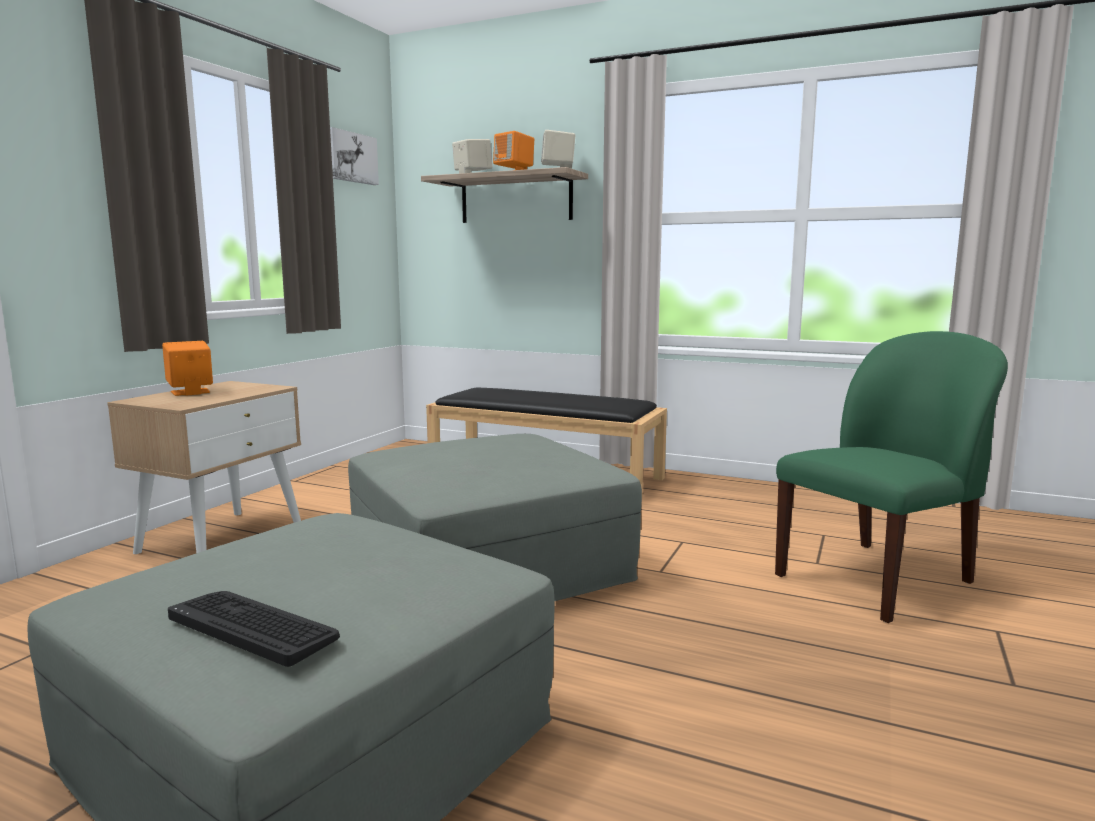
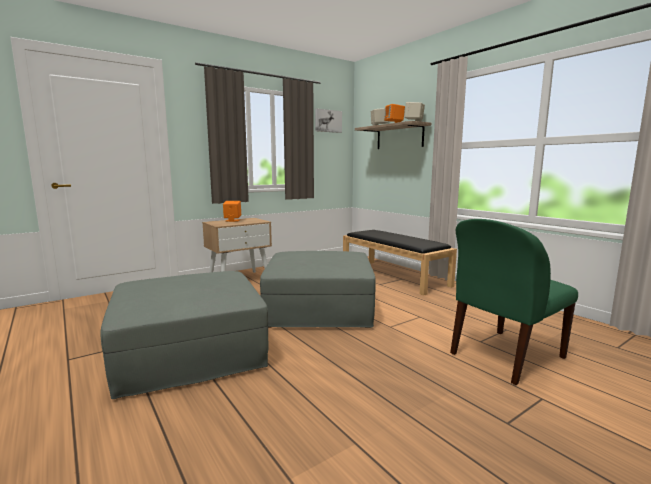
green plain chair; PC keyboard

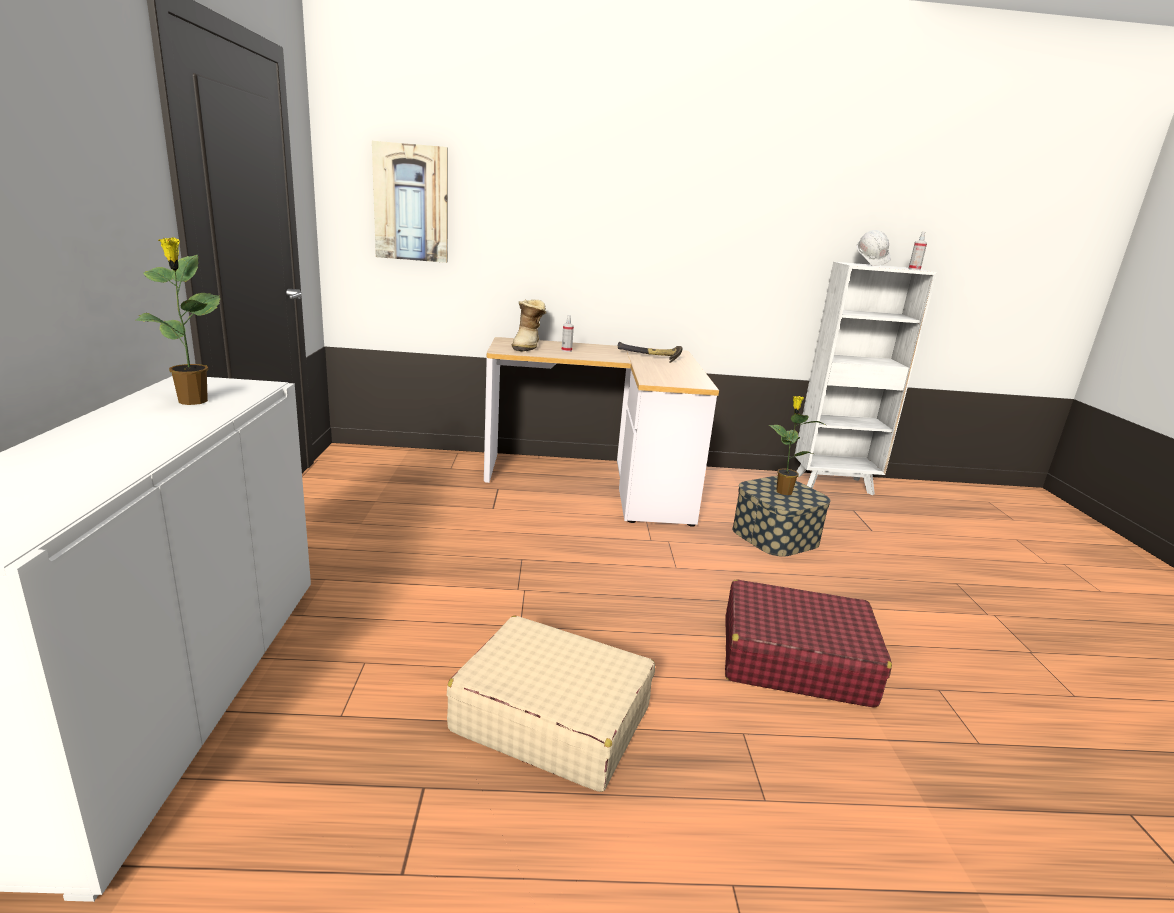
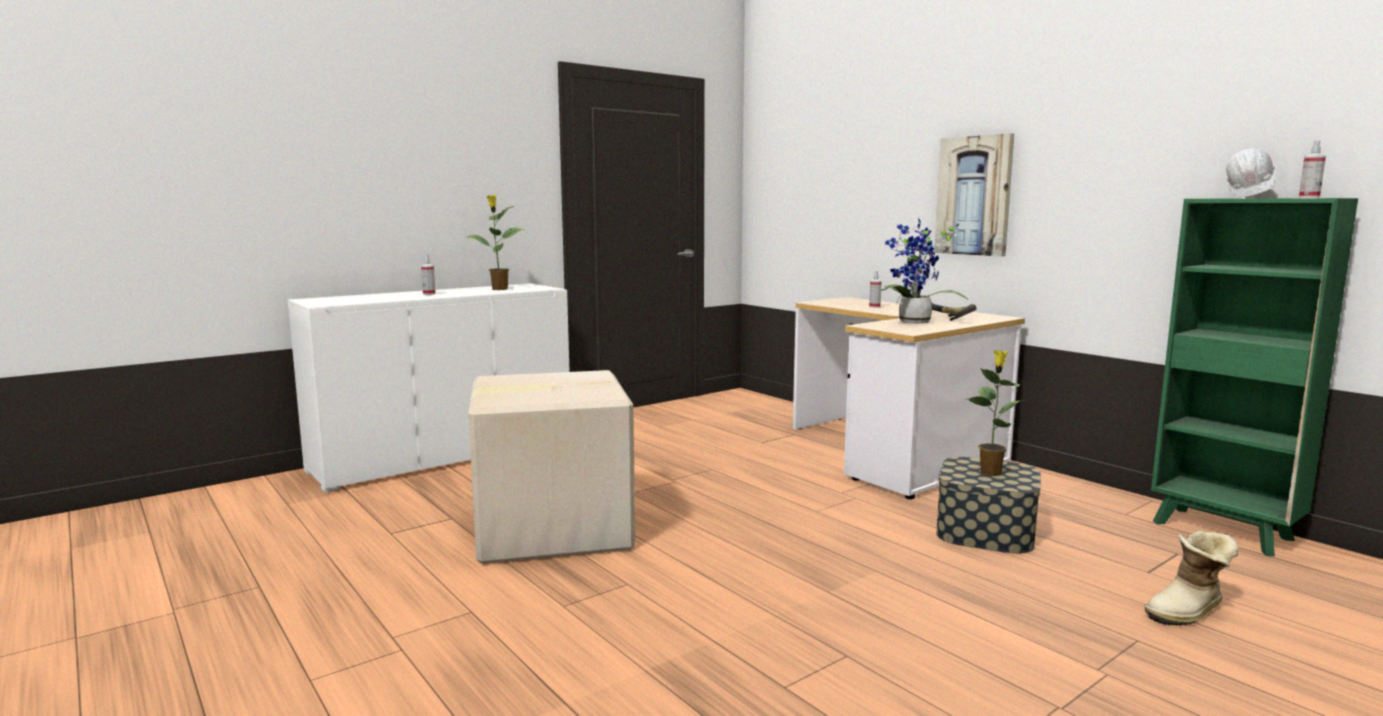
picture; green shelving unit; tall boot; red suitcase; carton; potted plant (2nd from left); hand sprayer (1st from left)

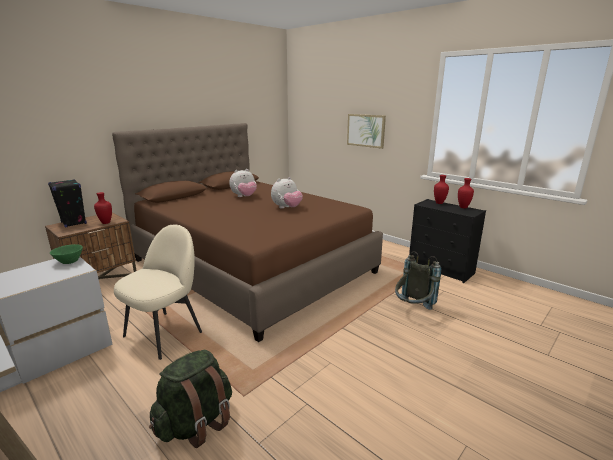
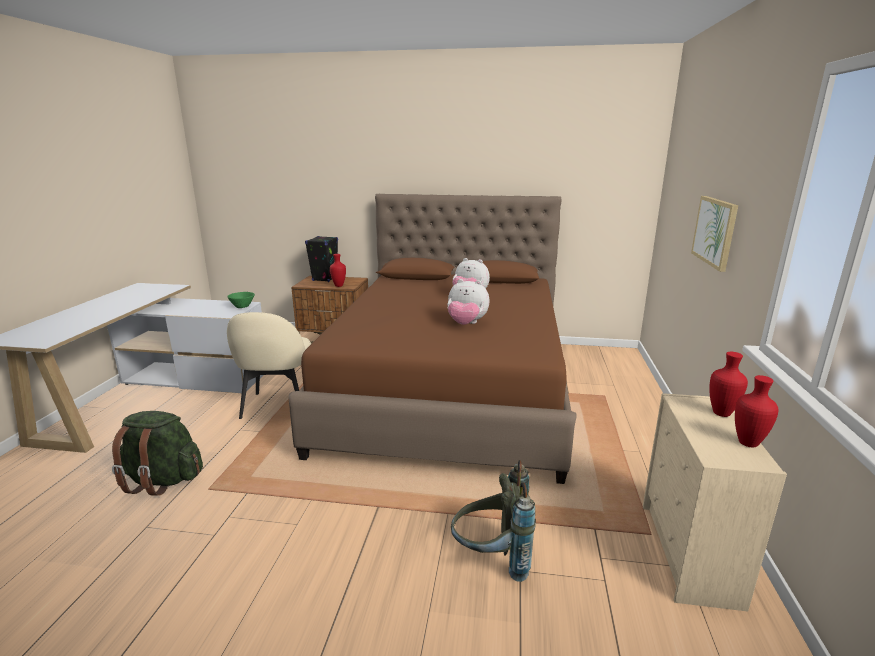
sand-coloured chest of drawers; sand-coloured plain chair

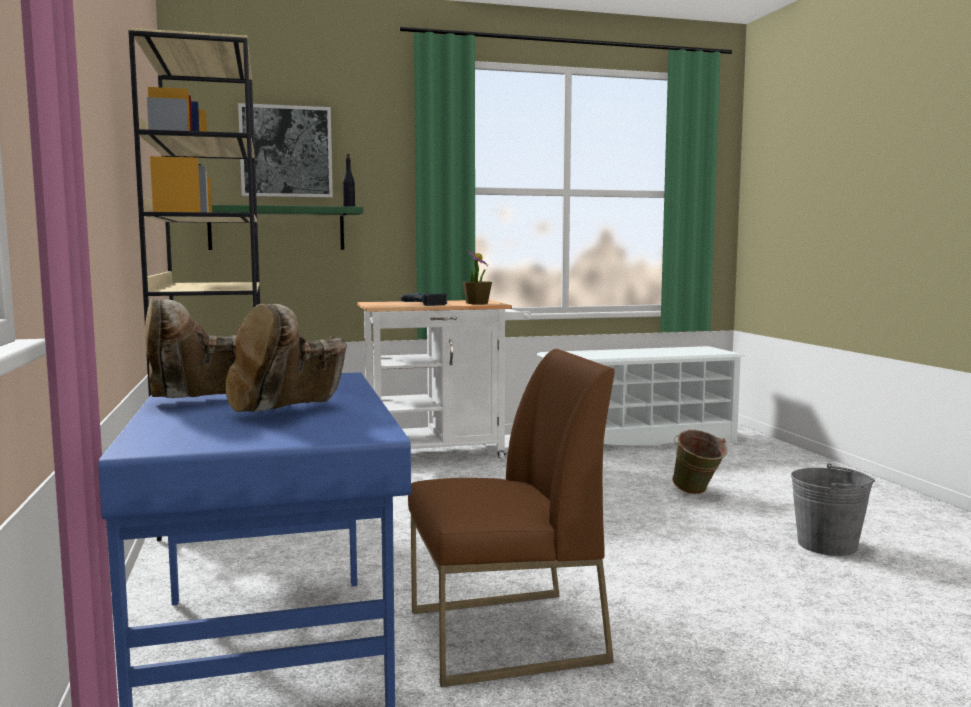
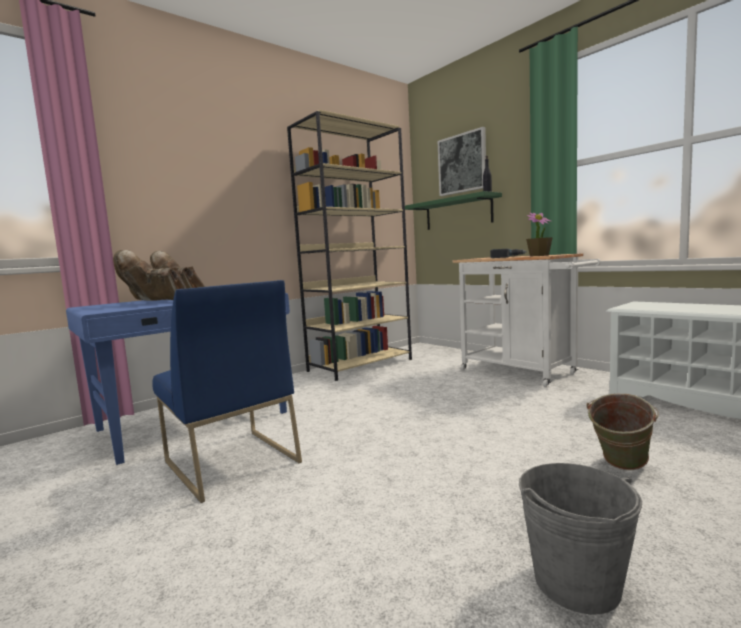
blue-coloured plain chair

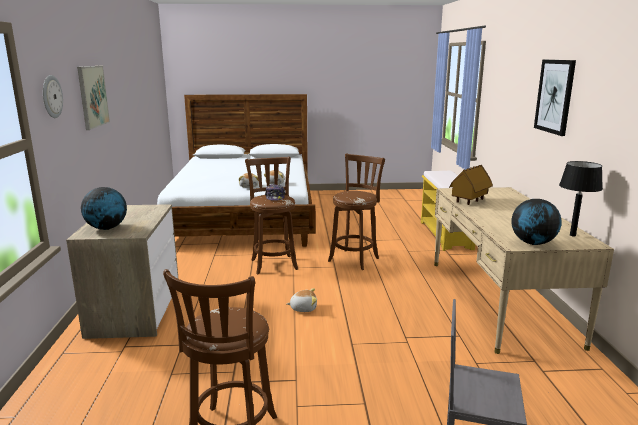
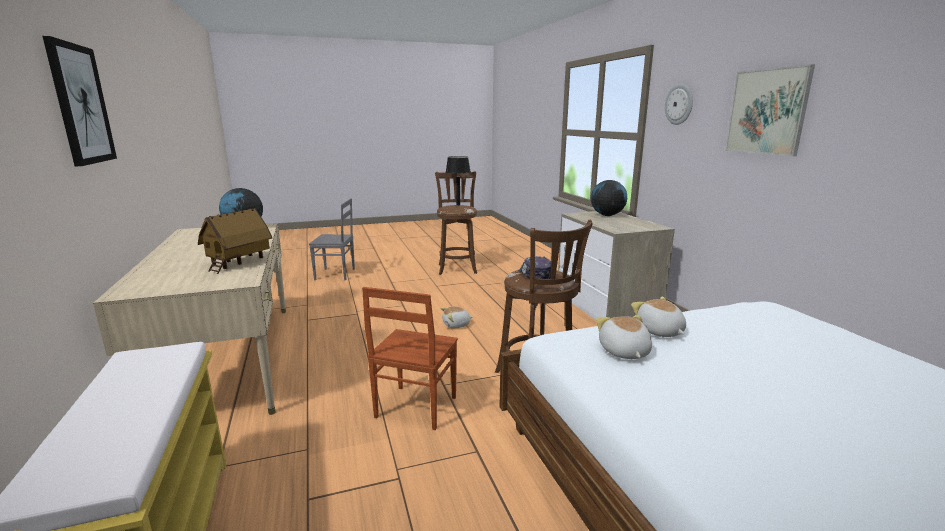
brown plain chair; black tabletop lamp

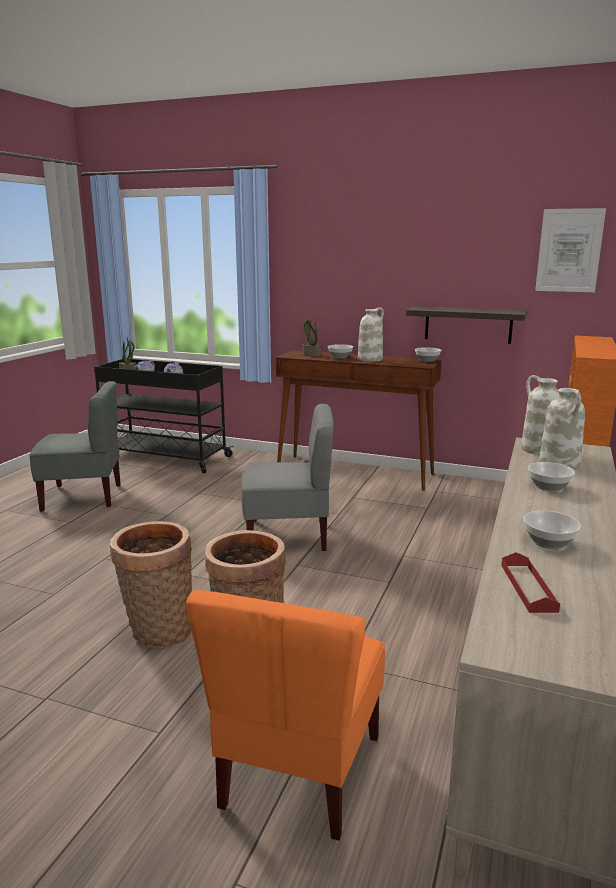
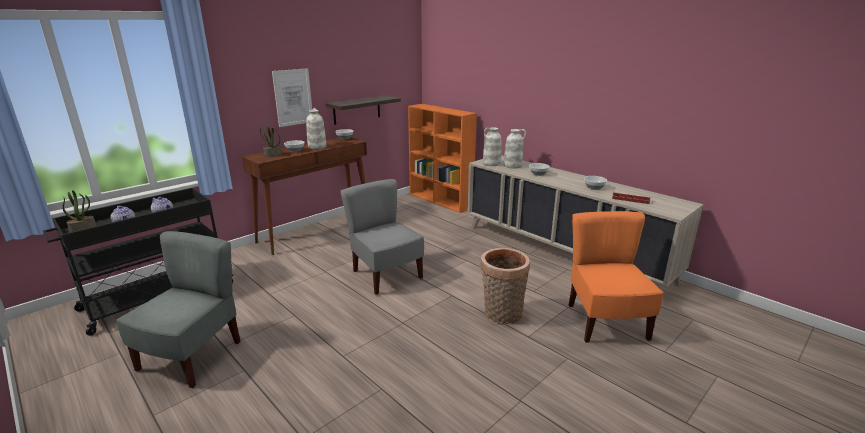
picture; greyish plain chair (2nd from left); storage basket (1st from left in the first image); orange-coloured plain chair

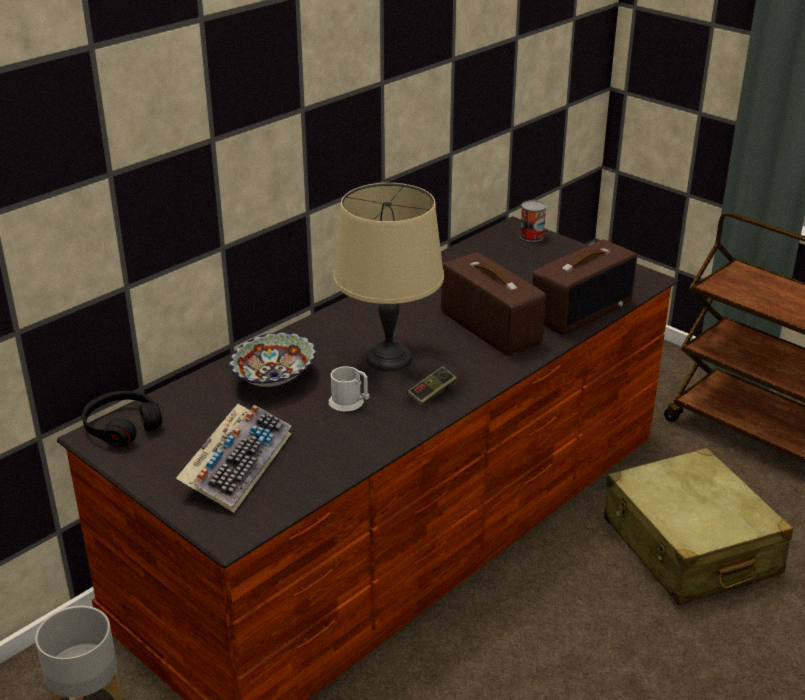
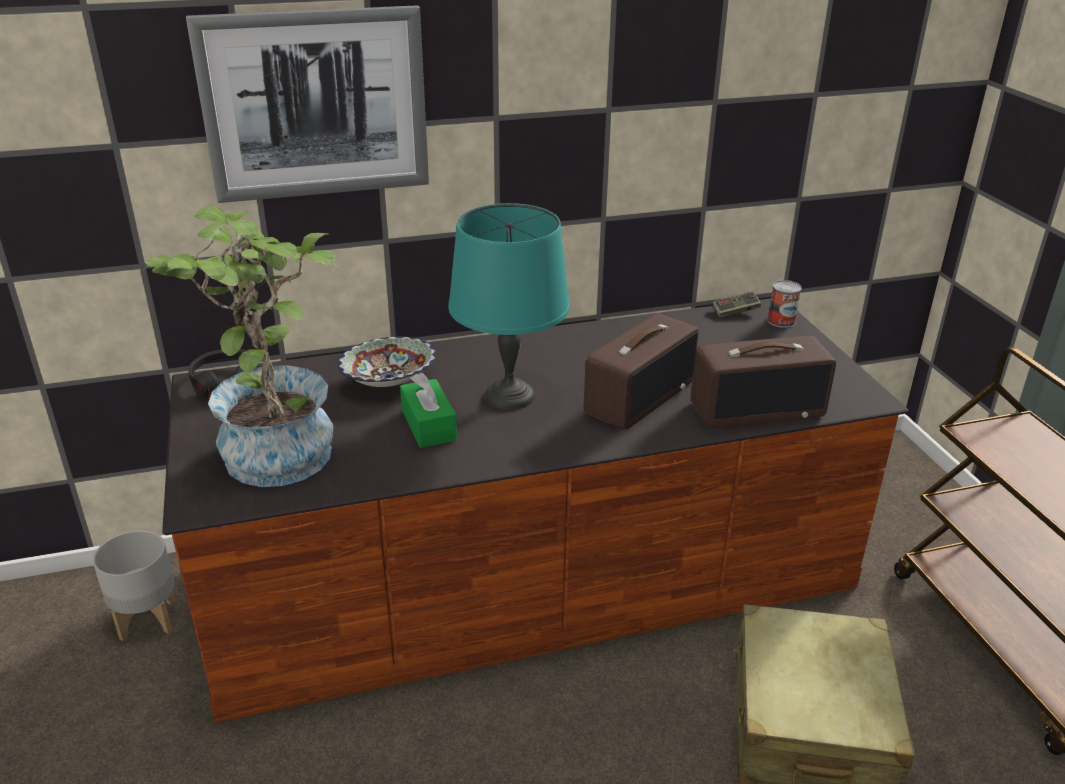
blue-green tabletop lamp; radio set (1st from left); green tissue box; joypad; potted plant; picture

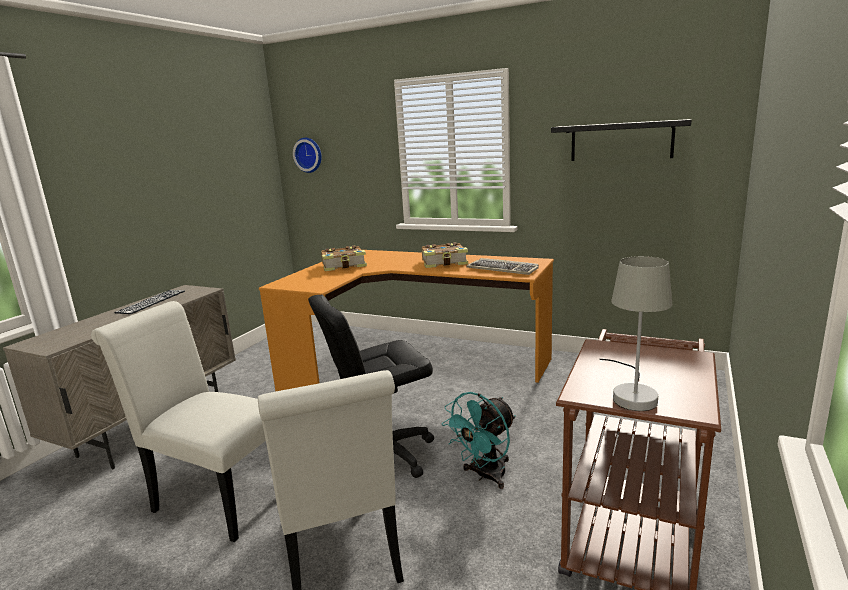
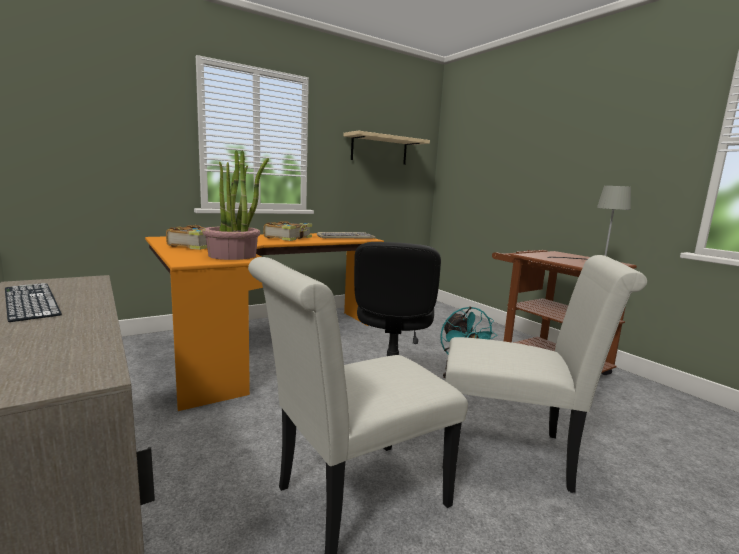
sand-coloured bracket shelf; hanging clock; potted plant

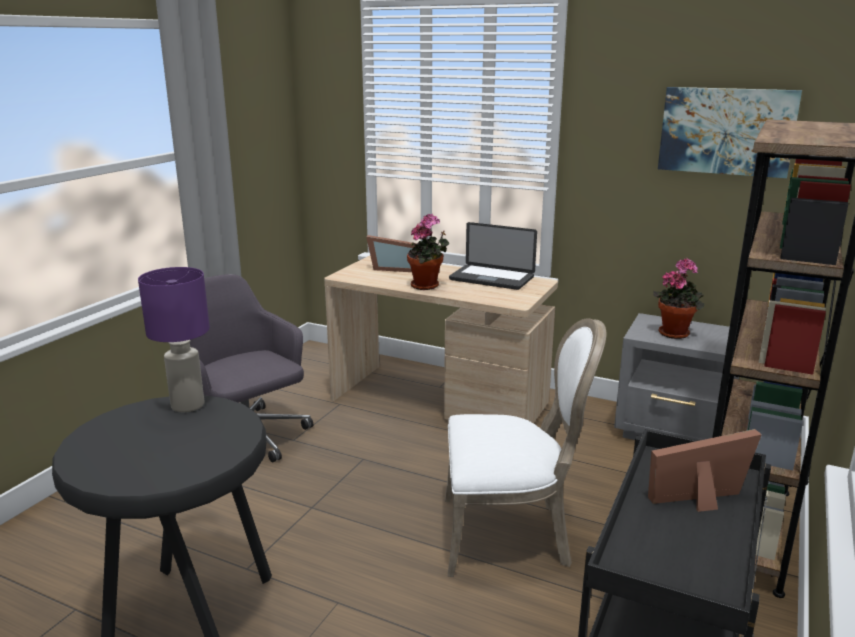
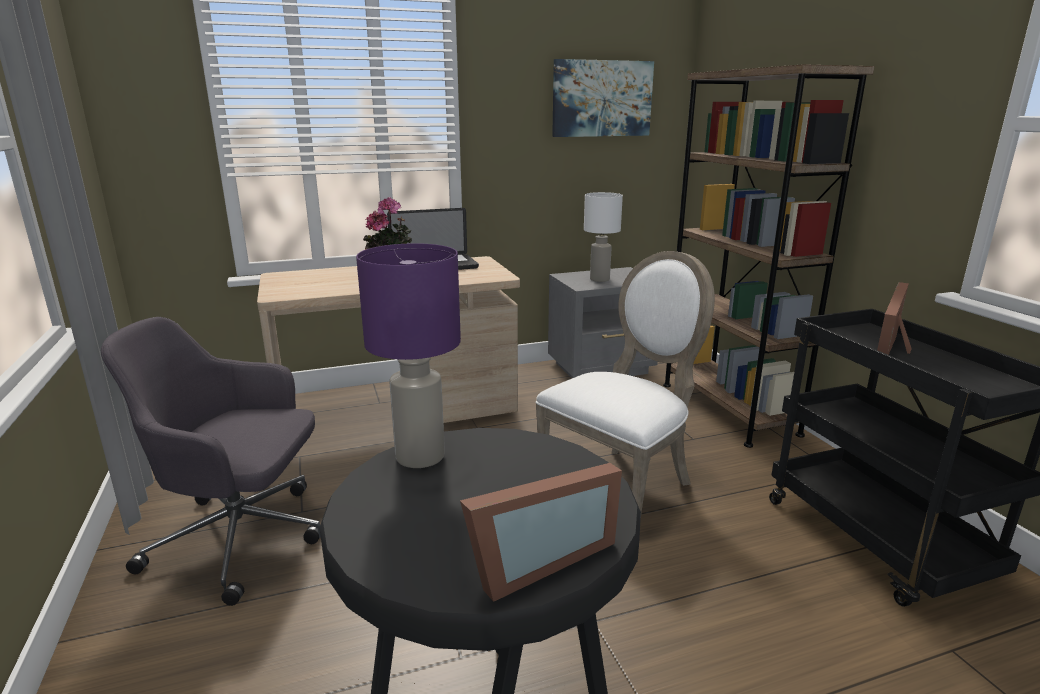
standing frame (1st from left); white tabletop lamp

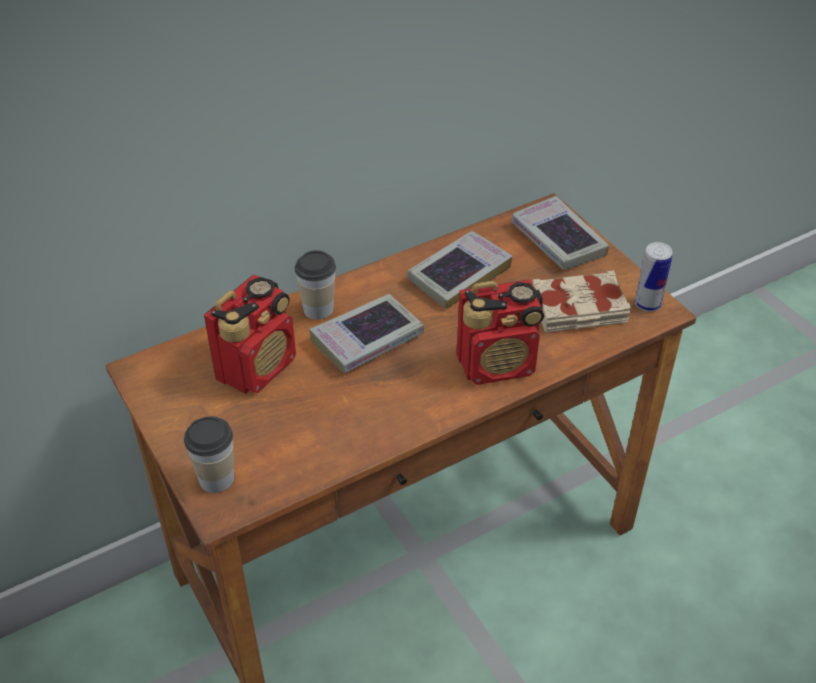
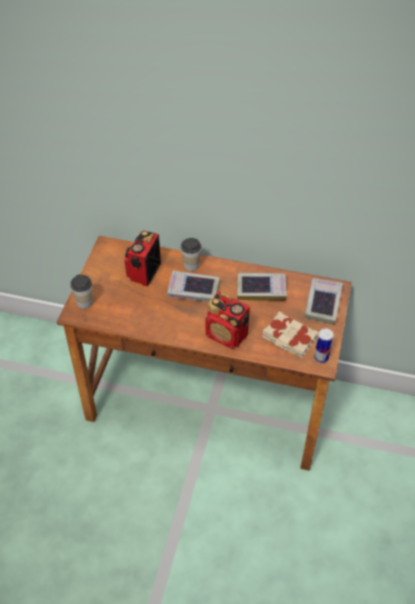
radio set (1st from left)

